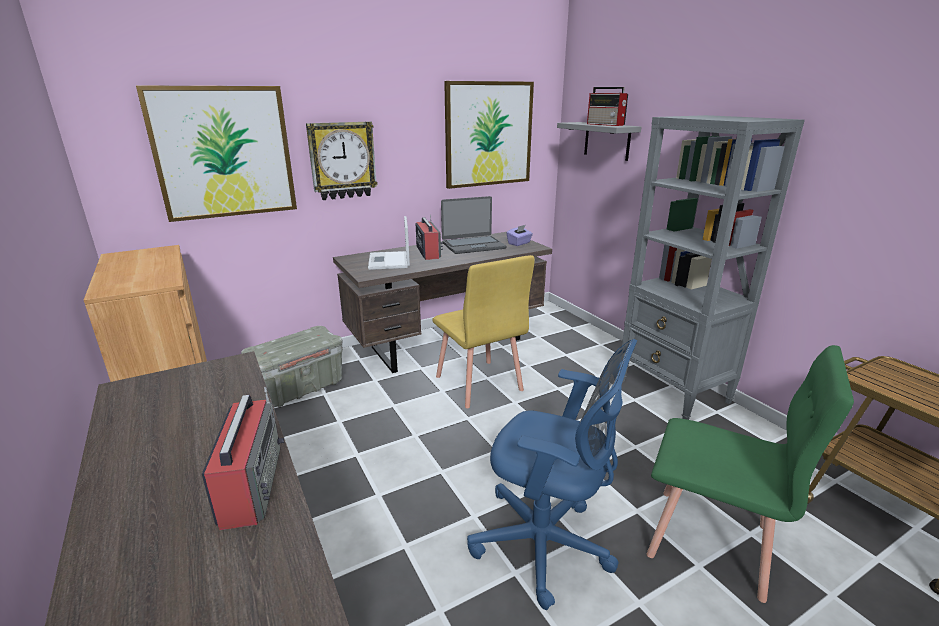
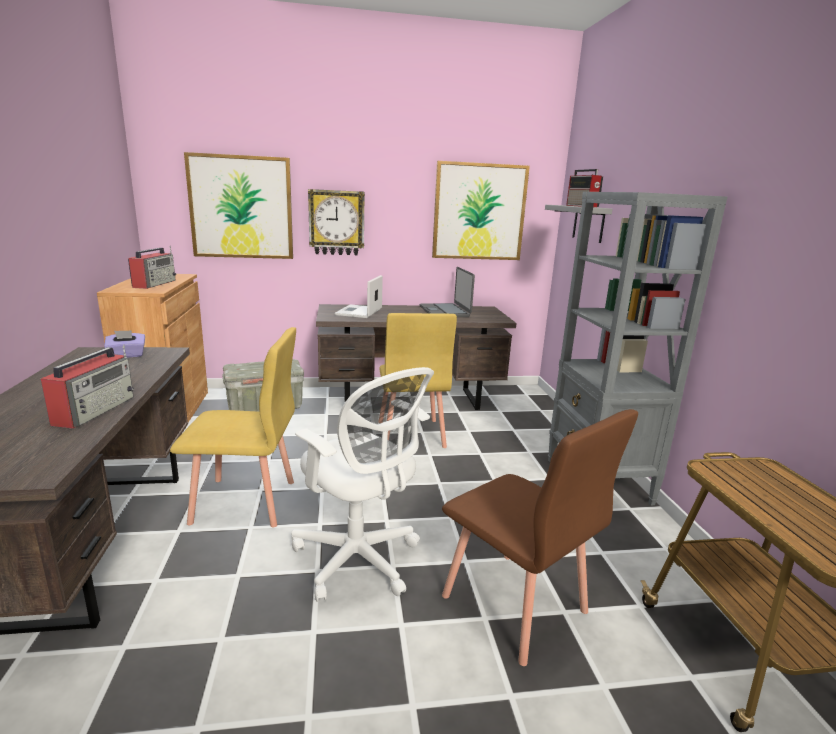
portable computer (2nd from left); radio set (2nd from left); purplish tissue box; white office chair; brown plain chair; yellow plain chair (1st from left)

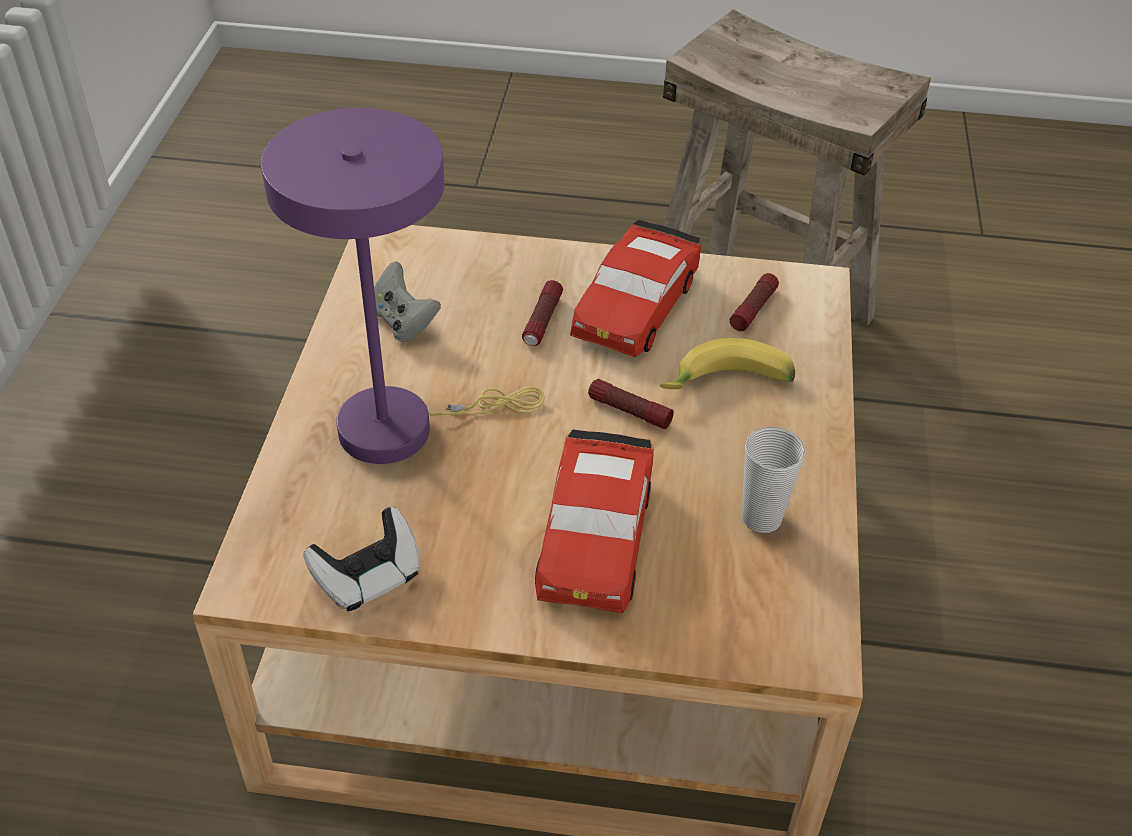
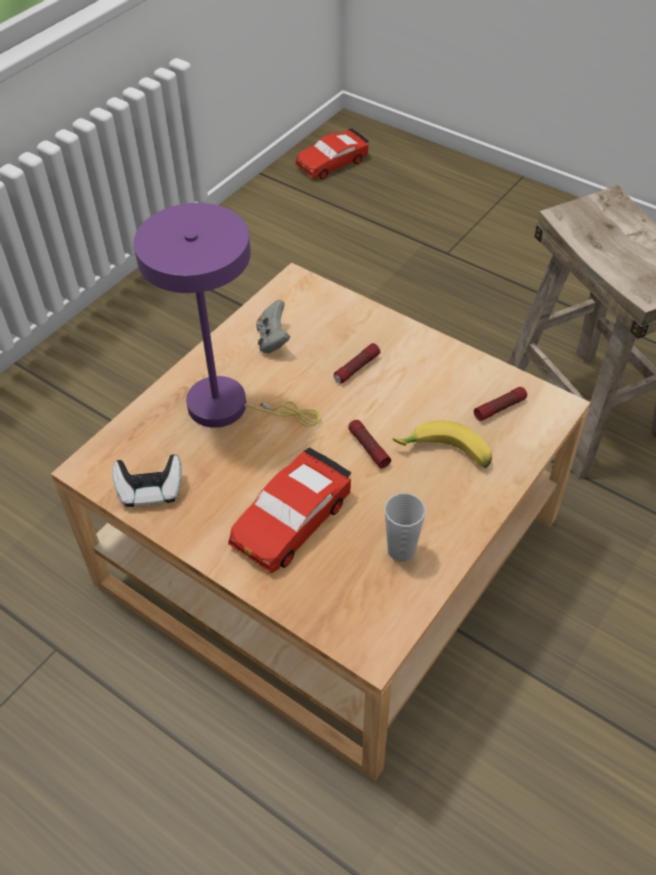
red model car (2nd from left)

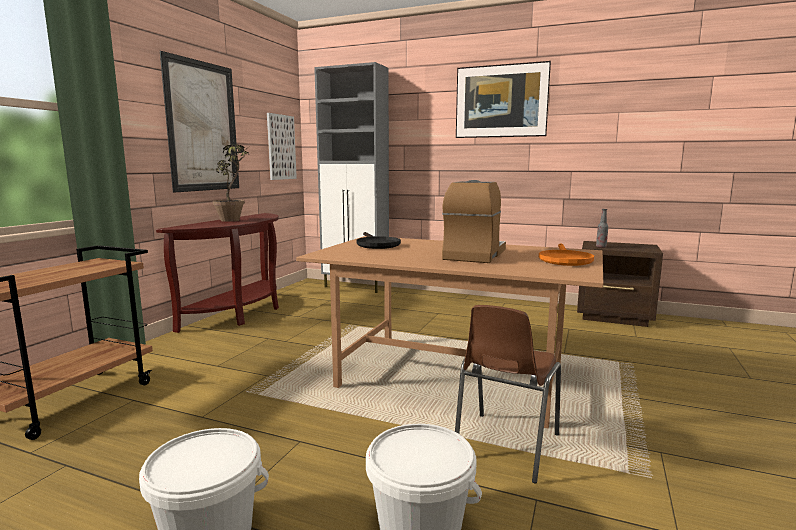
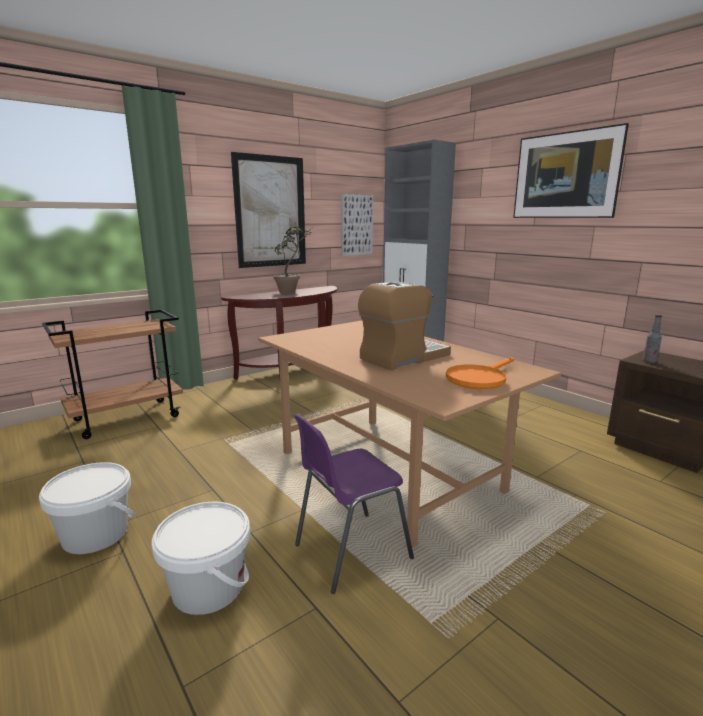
black frying pan; purplish plain chair

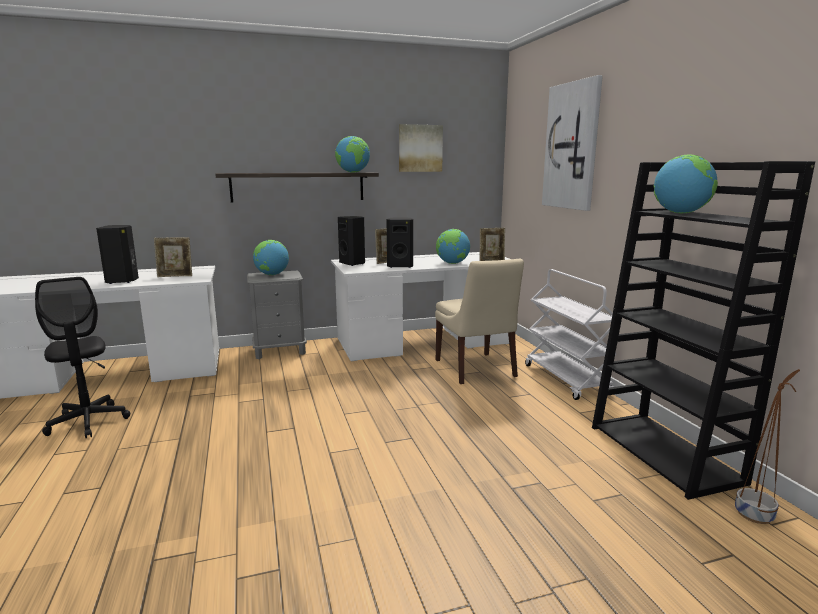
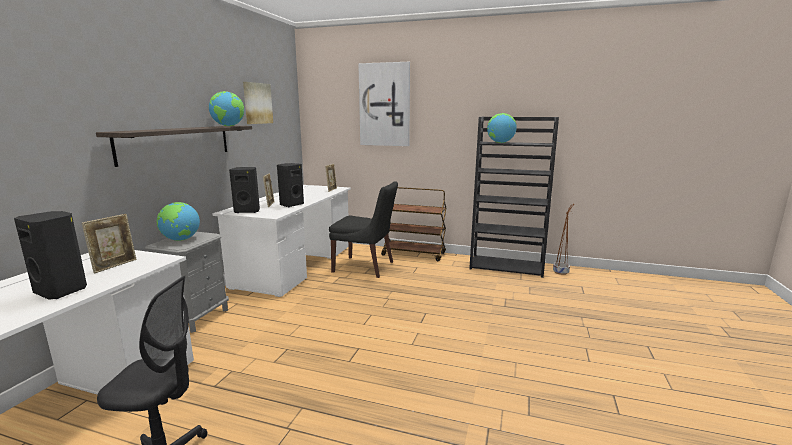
desk globe (3rd from left in the first image); black plain chair; brown trolley

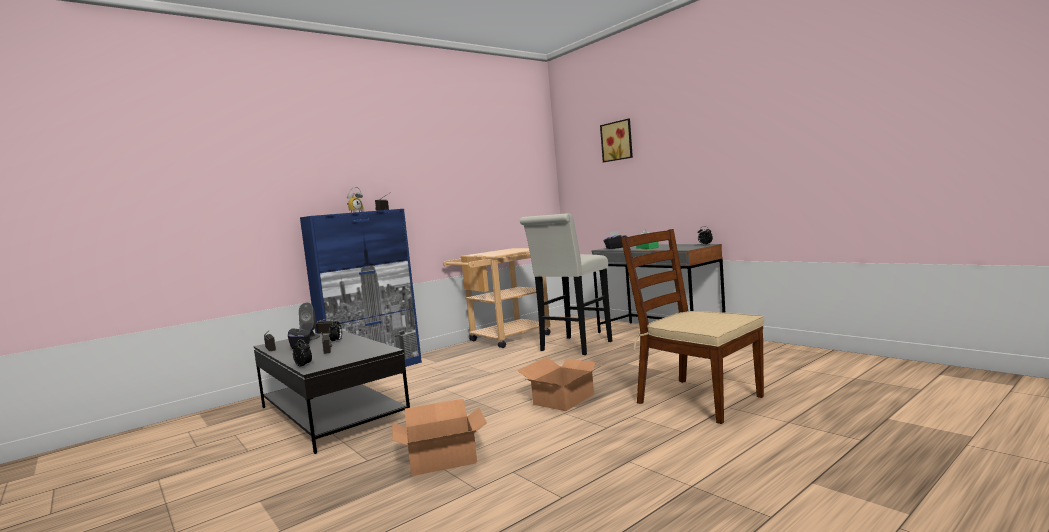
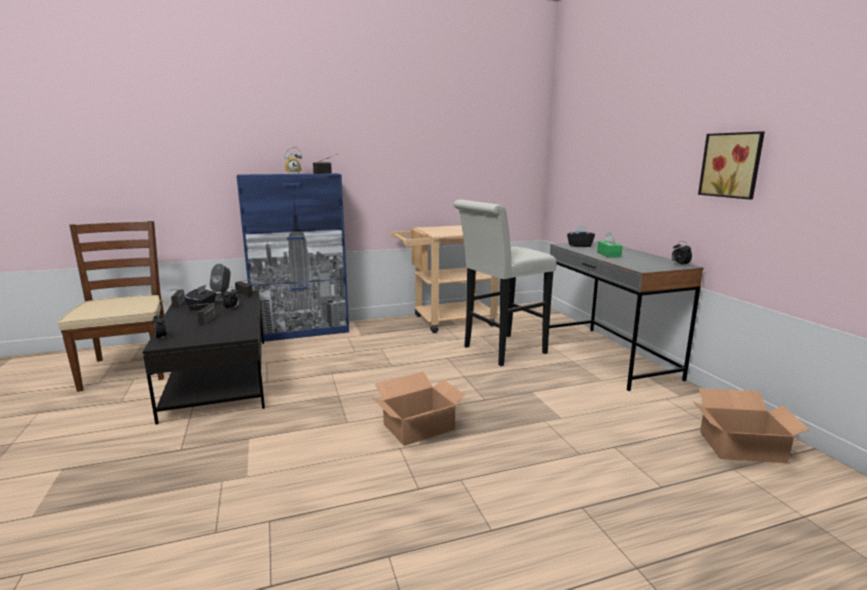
picture; brown plain chair; carton (2nd from left)

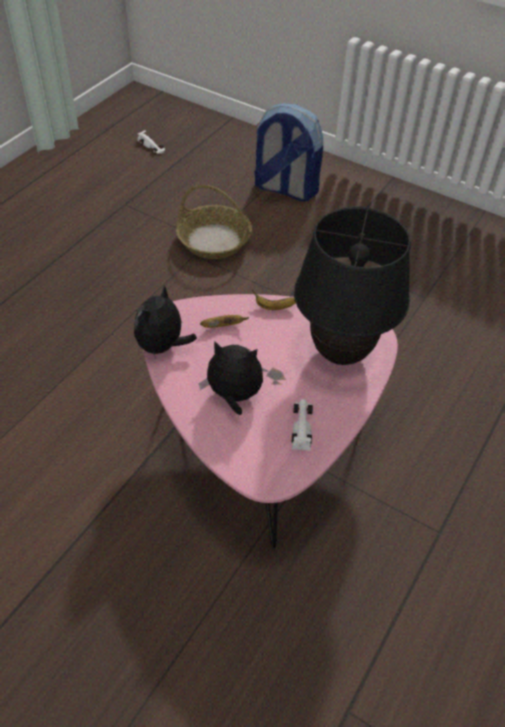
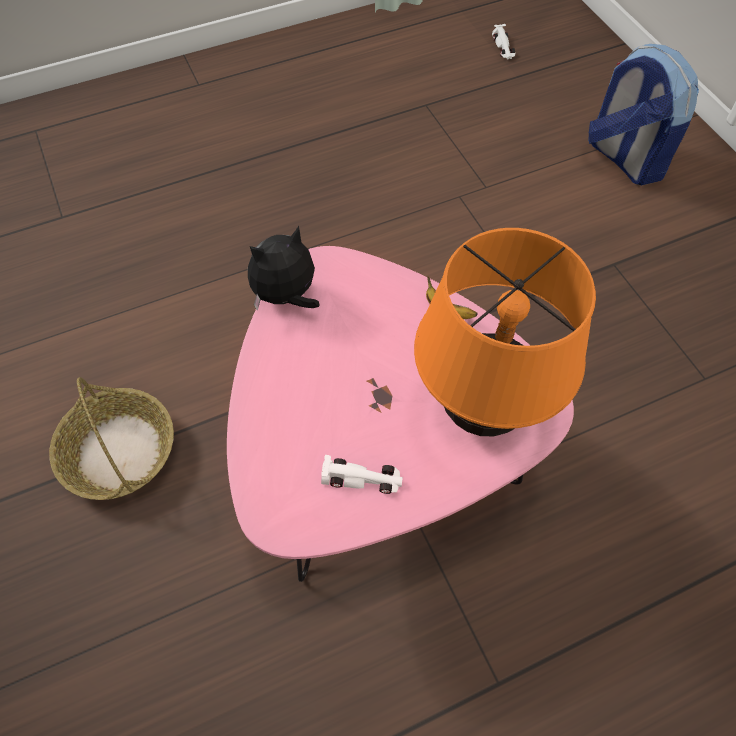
storage basket; orange-coloured tabletop lamp; banana fruit (1st from left in the first image); plush toy (2nd from left in the first image); white model car (1st from left)

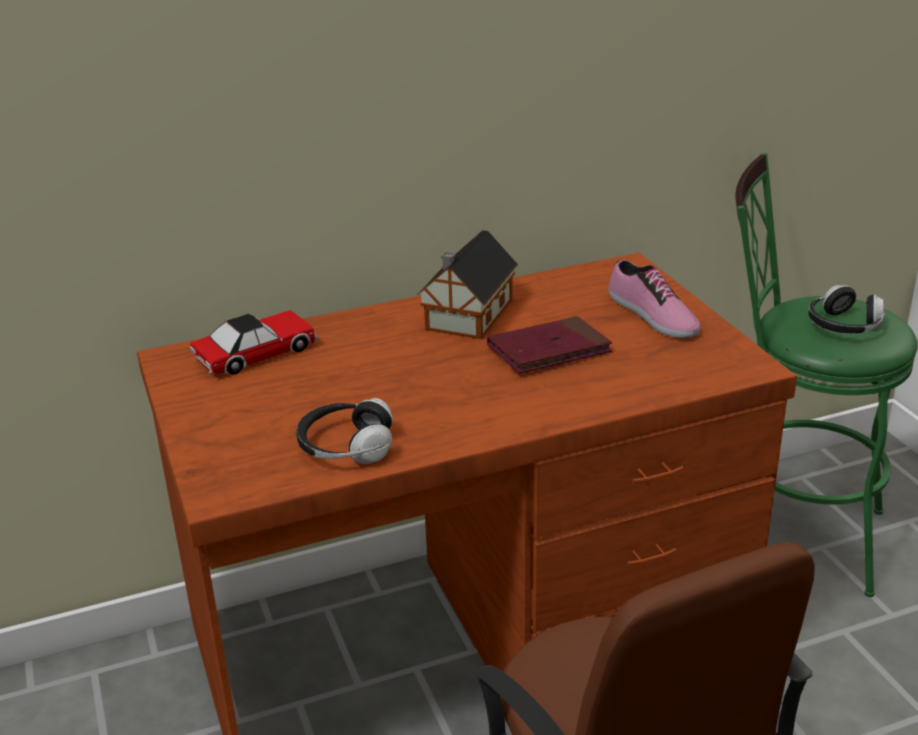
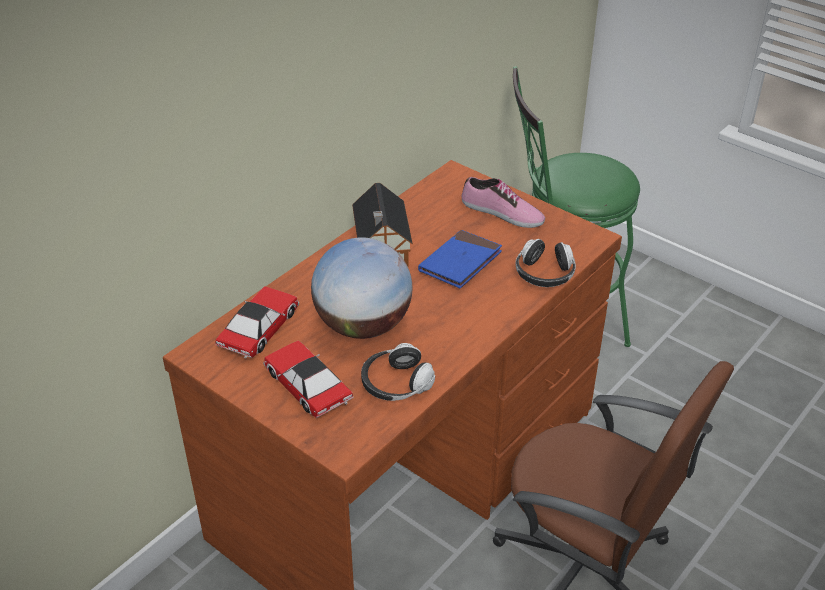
headset (2nd from left); blue-coloured book; desk globe; model car (2nd from left)

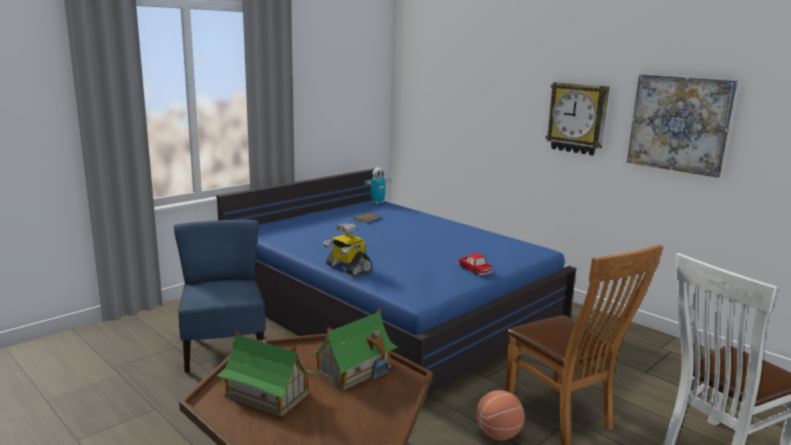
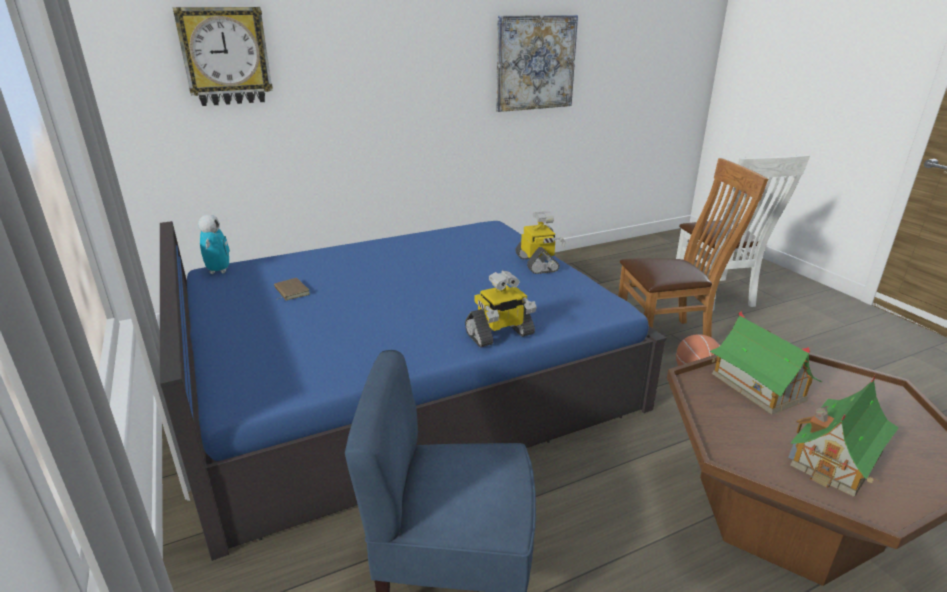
hanging clock; model robot (3rd from left)

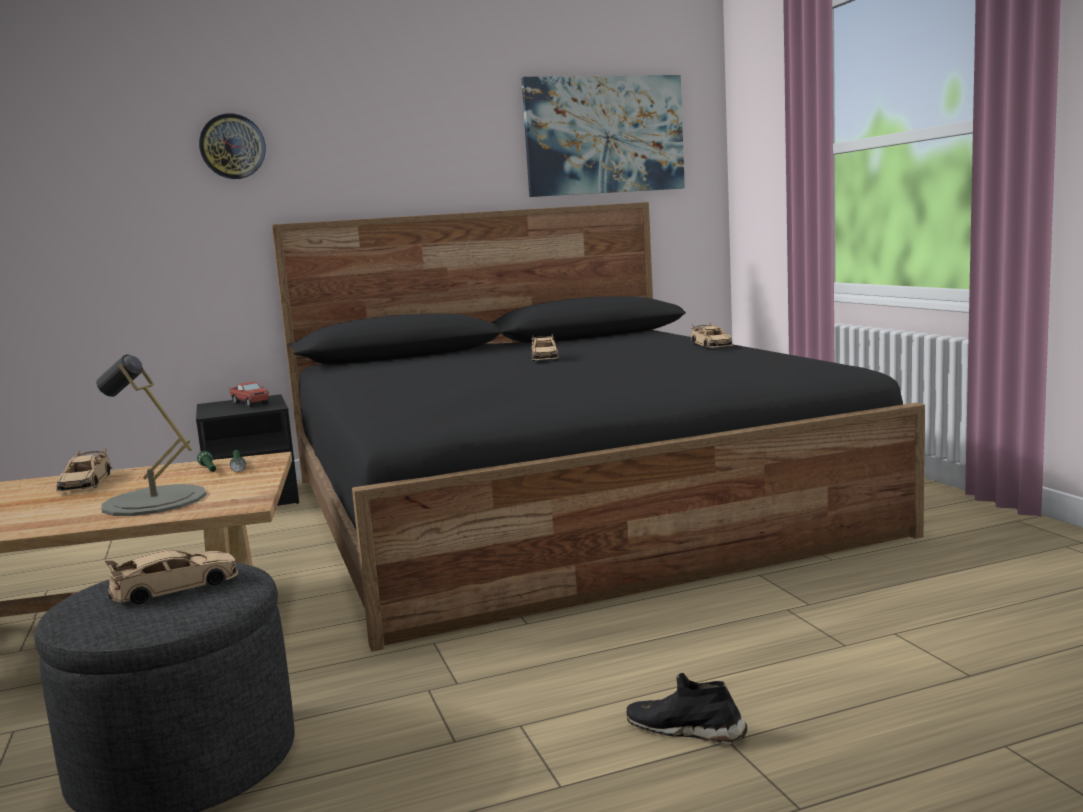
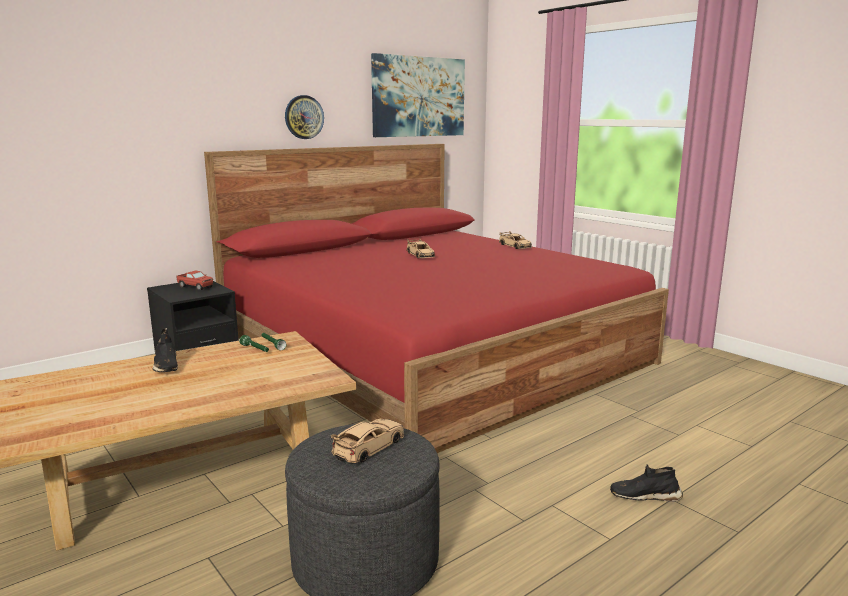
hanging clock; red bedroom bed; greyish tabletop lamp; black shoe (1st from left)

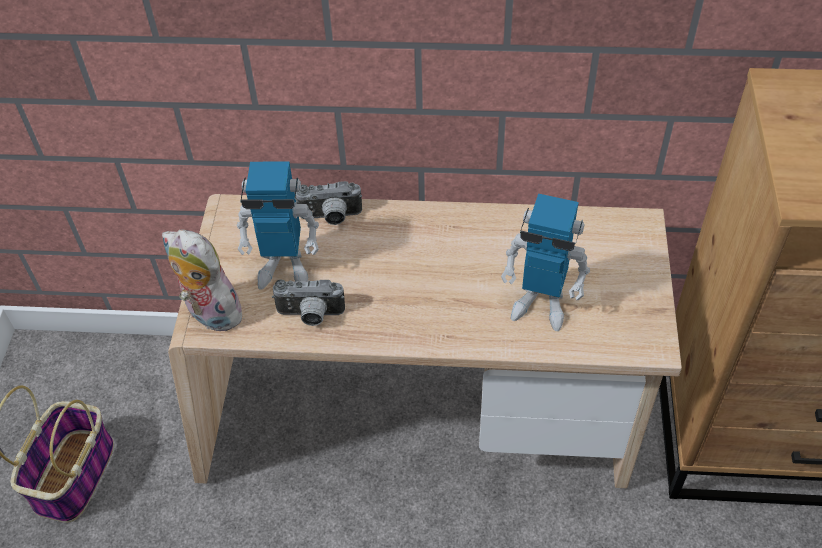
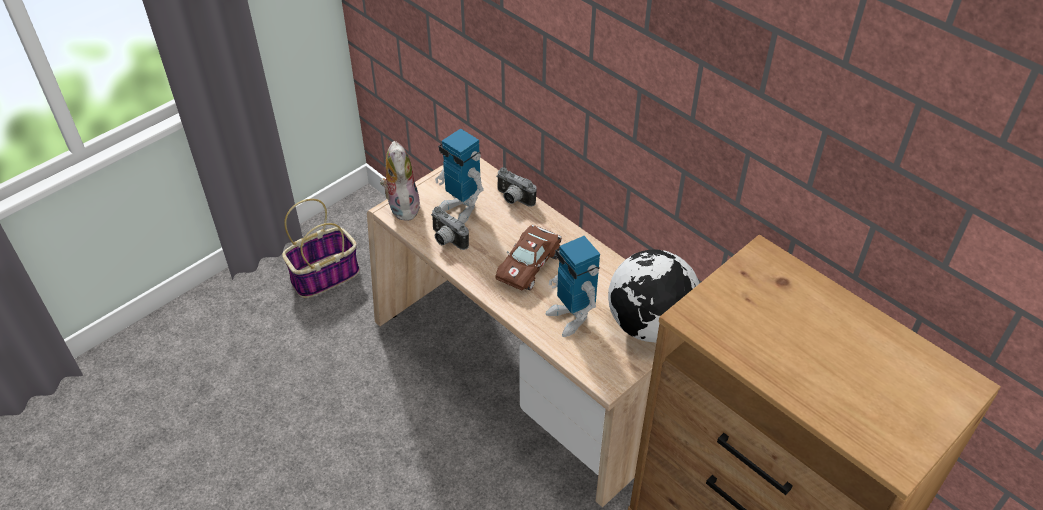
brown model car; desk globe

